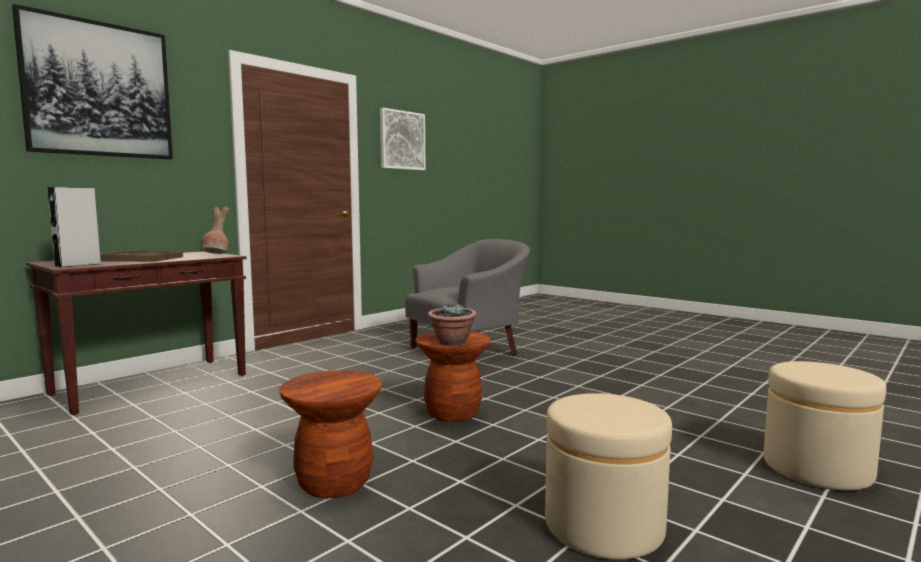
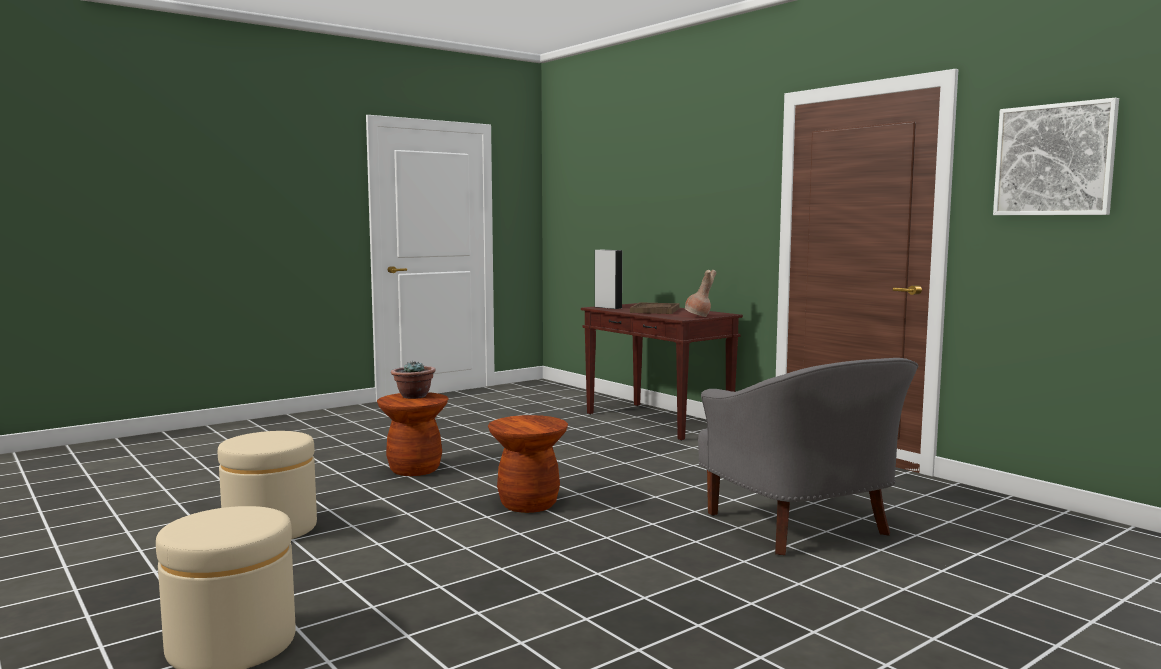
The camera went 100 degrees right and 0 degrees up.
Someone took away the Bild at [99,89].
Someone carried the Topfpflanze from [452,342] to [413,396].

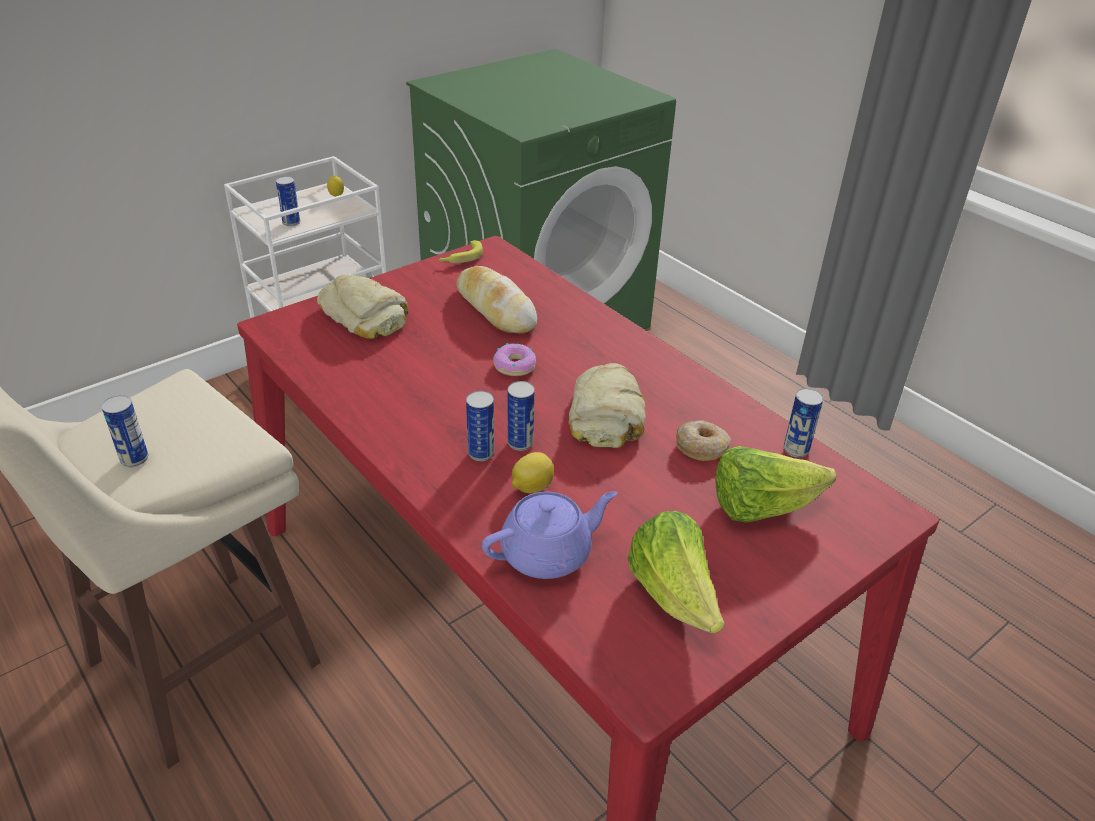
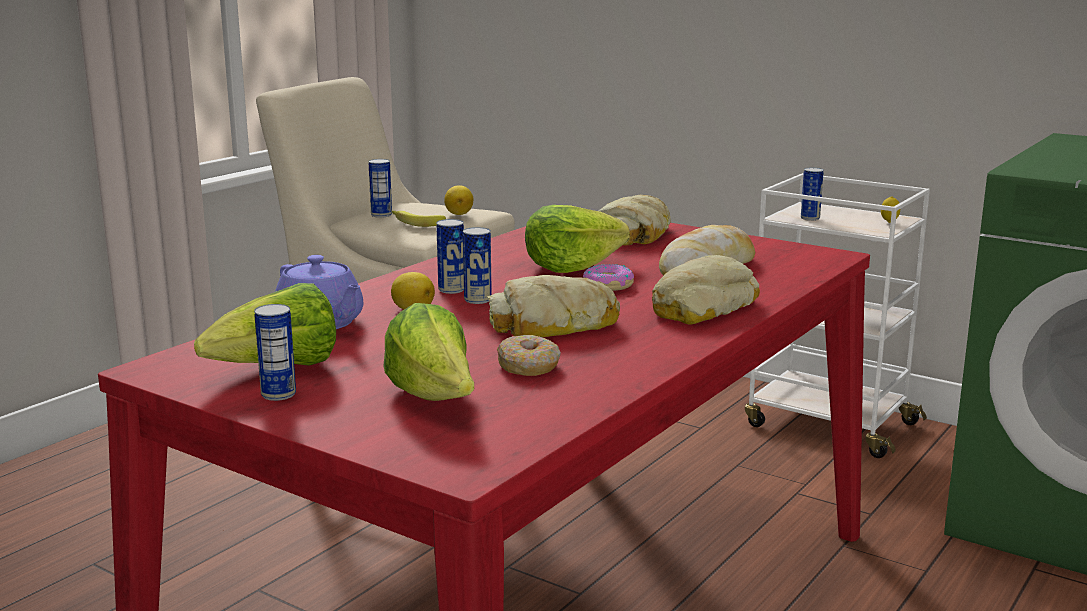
The camera went 75 degrees right and 20 degrees down.
Someone carried the Banane from [460,258] to [415,222].
Someone carried the Dose from [796,449] to [278,394].
Someone put down the Zitrone at [459,214].
Someone put down the Salatkopf at [571,266].
Someone put down the Brot at [701,306].

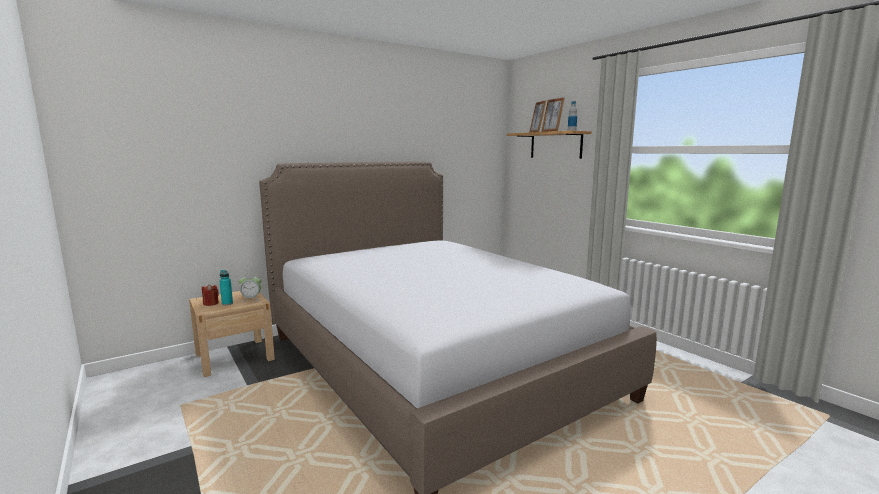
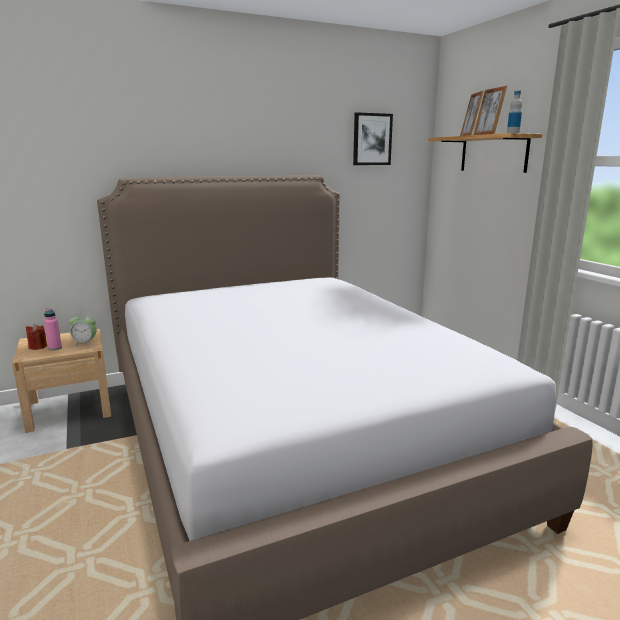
The camera went 10 degrees right and 5 degrees up.
Someone repainted the Flasche (türkis) at [227,303], which became the Flasche (rosa) at [55,348].
Someone put up the Bild at [372,139].

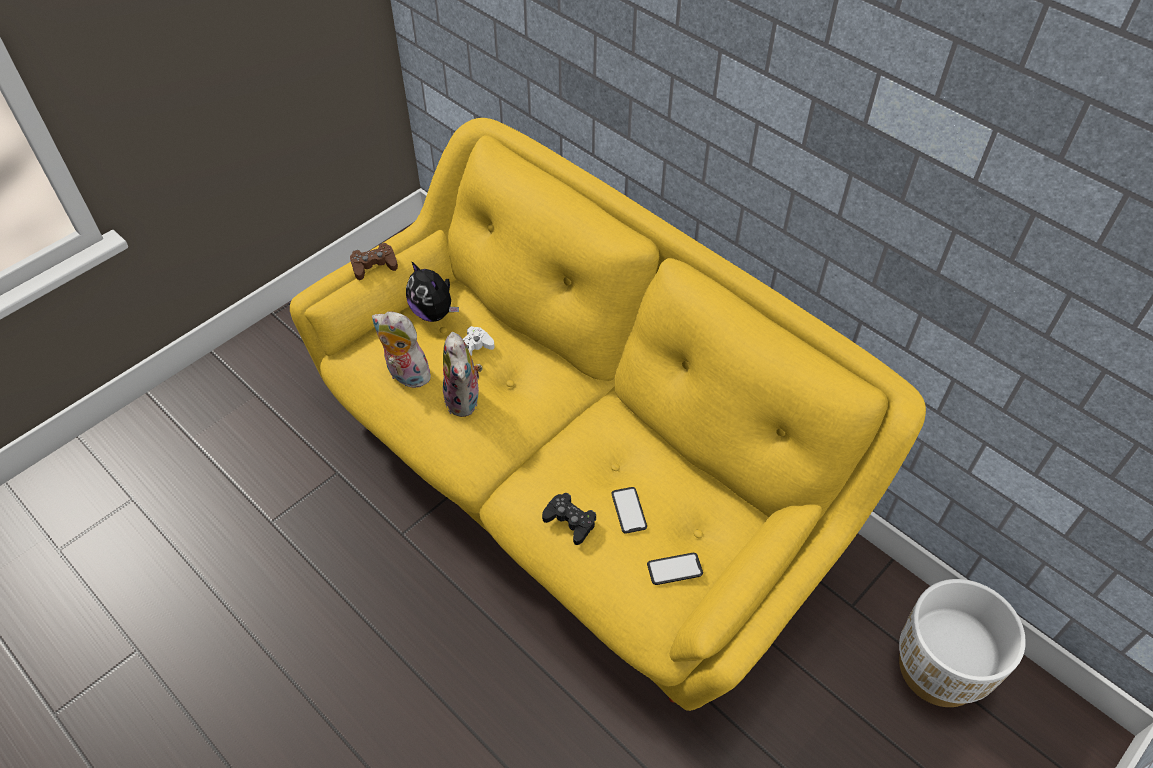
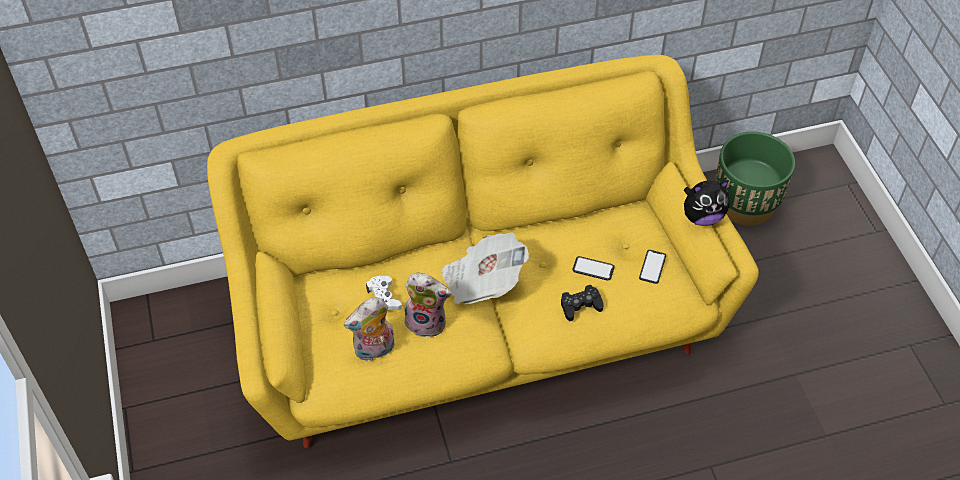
The camera went 60 degrees left and 0 degrees up.
Someone took away the Gamepad (braun) at [374,265].
Someone carried the Plüschtier from [434,312] to [702,217].
Someone repainted the Pflanzkübel (weiß) at [939,668], which became the Pflanzkübel (grün) at [745,204].
Someone put down the Zeitung at [483,282].

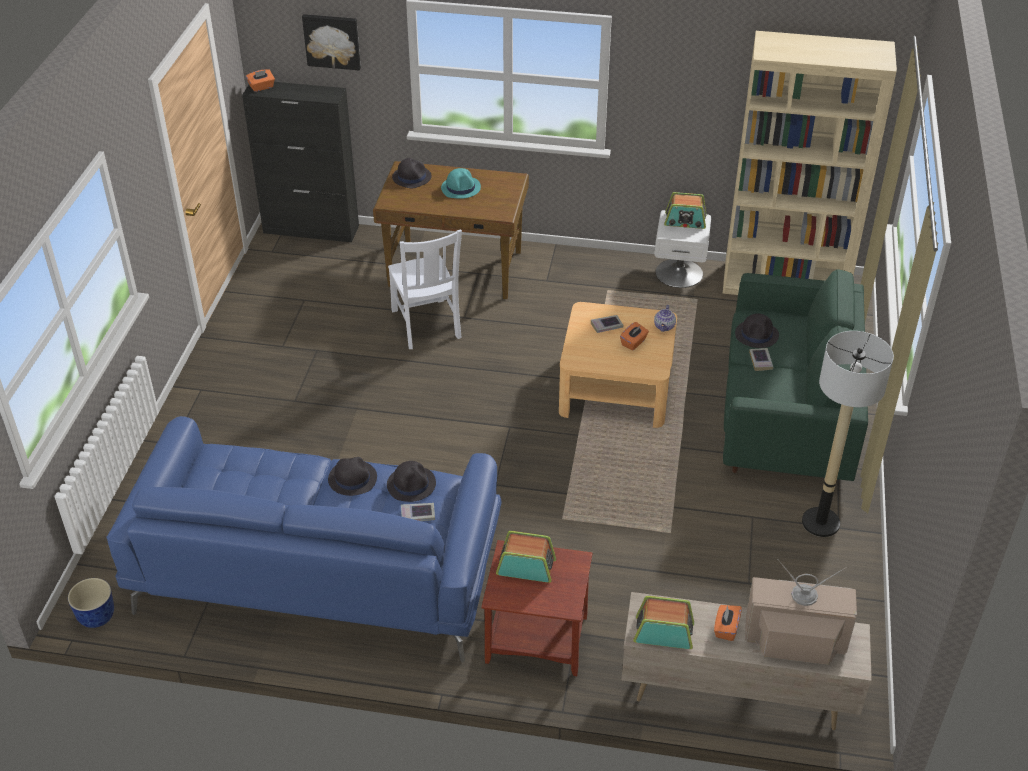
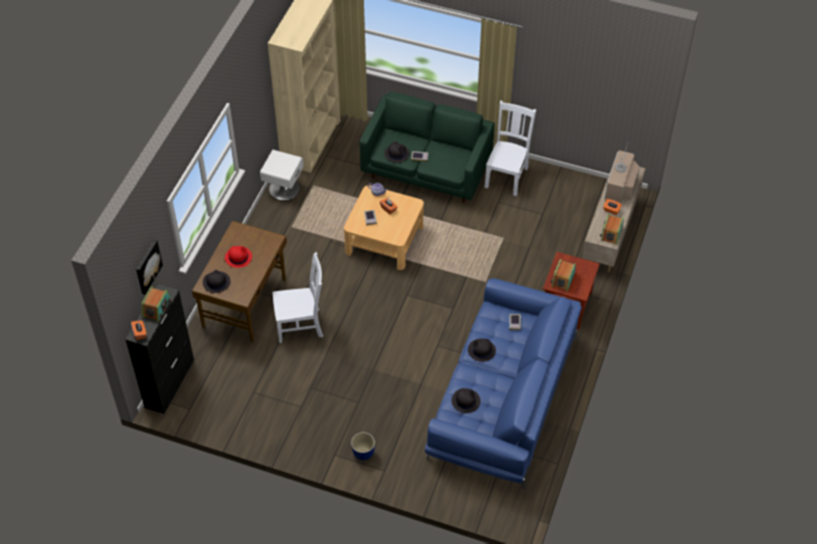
The camera went 80 degrees left and 10 degrees up.
Someone carried the Pflanzkübel from [96,617] to [363,453].
Someone carried the Hut (schwarz) from [411,484] to [465,401].
Someone repainted the Hut (türkis) at [461,188], which became the Hut (rot) at [238,257].
Someone carried the Radio from [685,221] to [157,308].
Someone swapped the Stehlampe at [821,523] for the Stuhl (weiß) at [507,176].

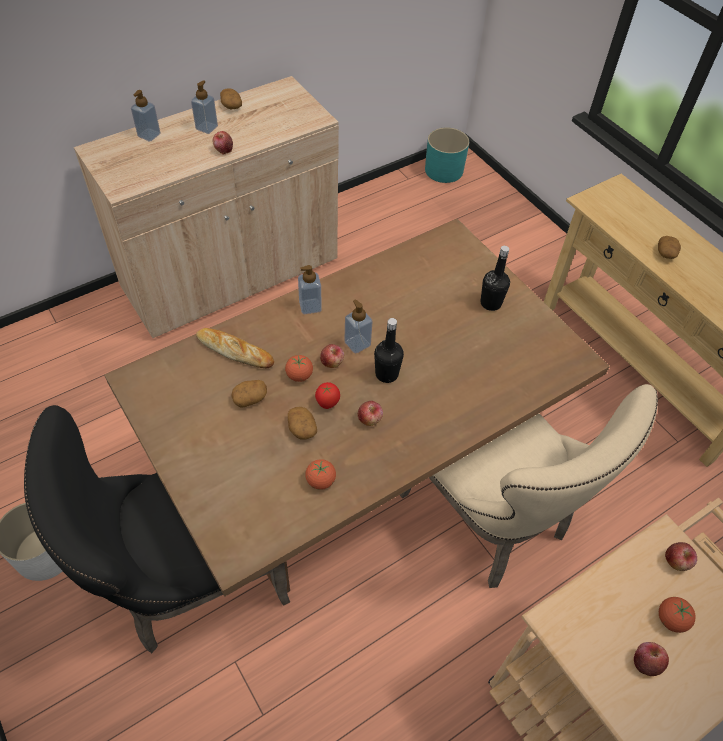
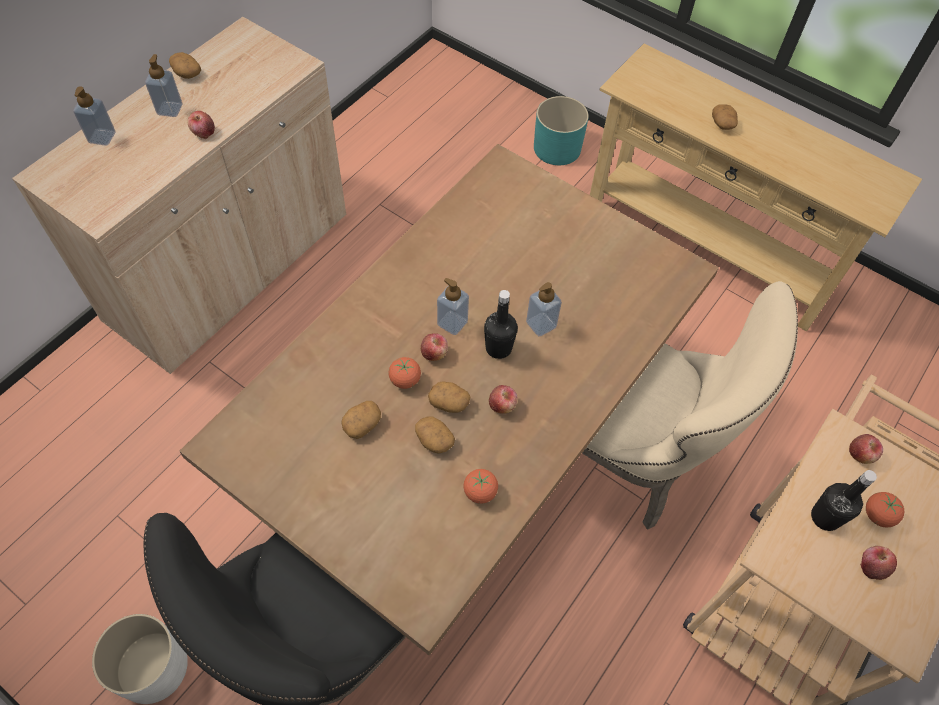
The camera went 20 degrees left and 5 degrees up.
Someone took away the Brot at [235,351].
Someone carried the Seifenspender from [310,306] to [541,324].
Someone swapped the Tomate at [327,403] for the Kartoffel at [449,402].
Someone carried the Pflanzkübel (türkis) from [444,170] to [557,148].
Someone carried the Flasche (schwarz) from [490,303] to [825,517].

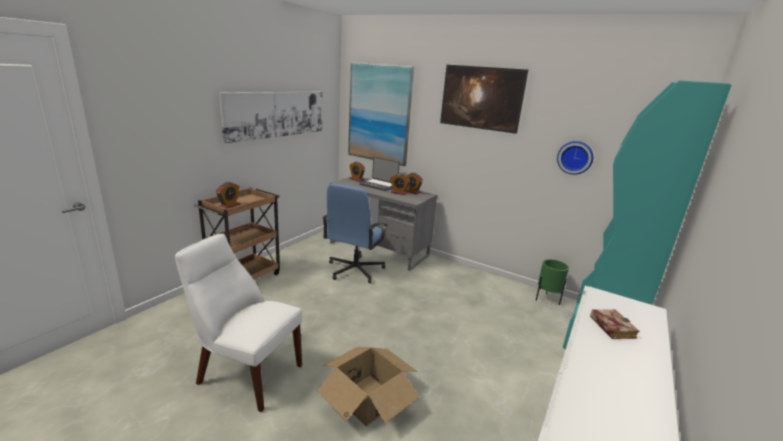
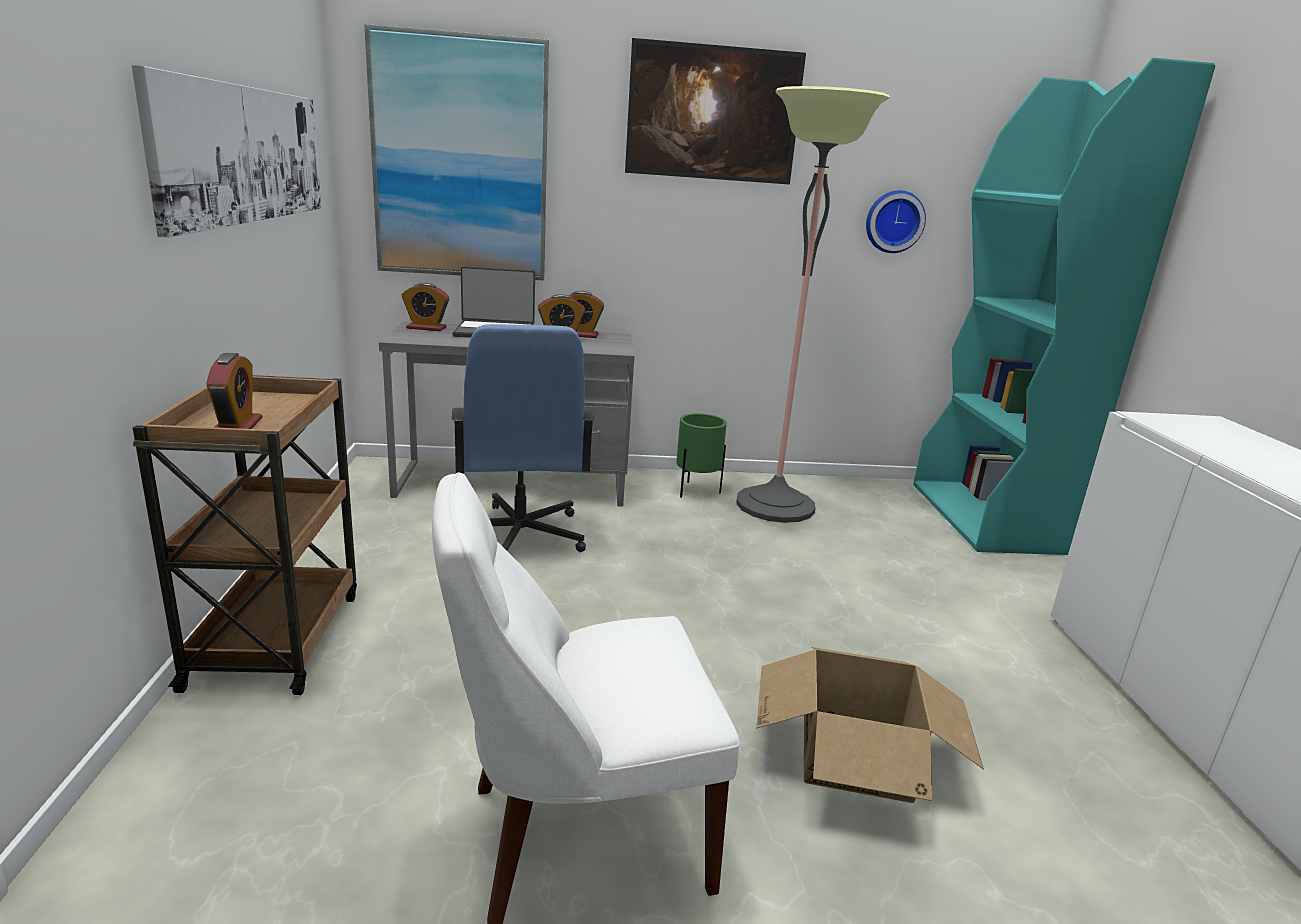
The camera went 35 degrees left and 0 degrees up.
Someone carried the Pflanzkübel (grün) from [547,299] to [696,491].
Someone took away the Buch at [610,326].
Someone put down the Stehlampe at [775,505].

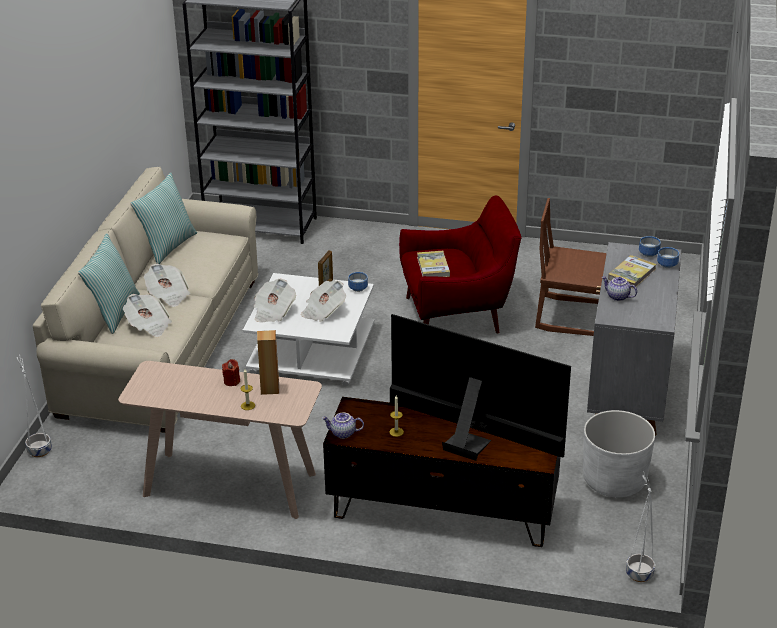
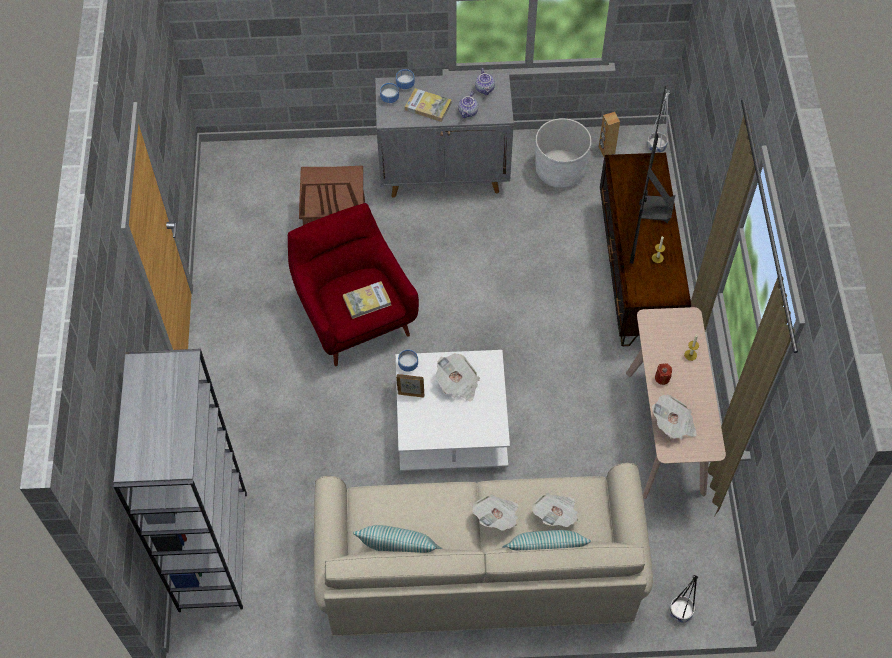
The camera went 105 degrees left and 25 degrees up.
Someone repainted the Pflanzkübel (weiß) at [39,450], which became the Pflanzkübel (schwarz) at [680,612].
Someone carried the Zeitung from [273,312] to [673,424].
Someone carried the Lautsprecher (braun) from [270,389] to [606,150].
Someone carried the Teekanne from [343,433] to [485,89].

